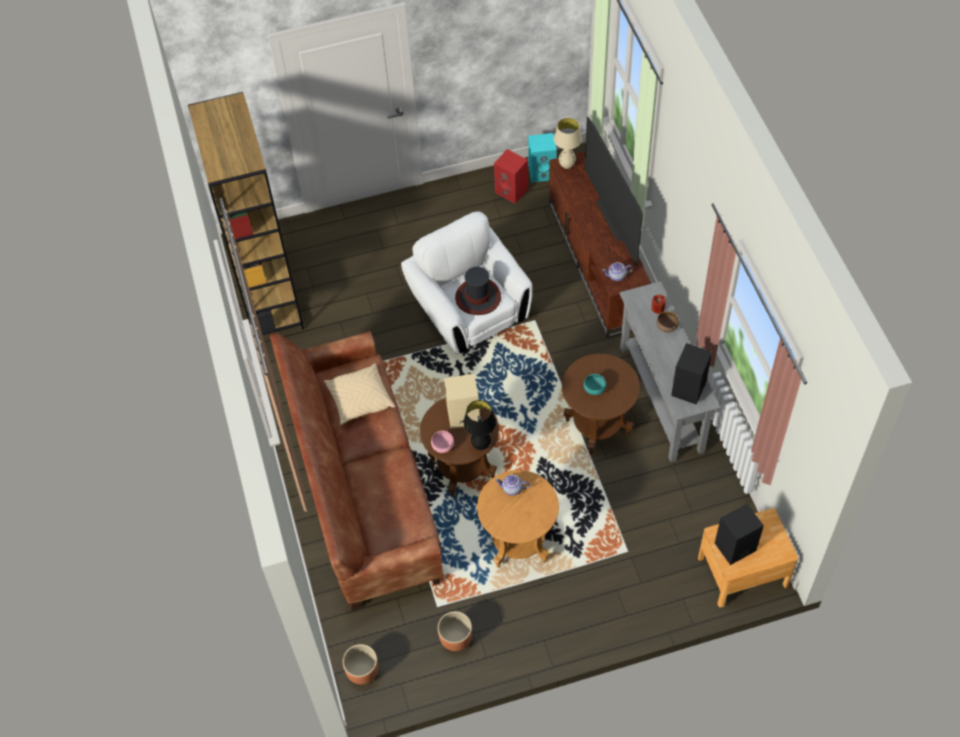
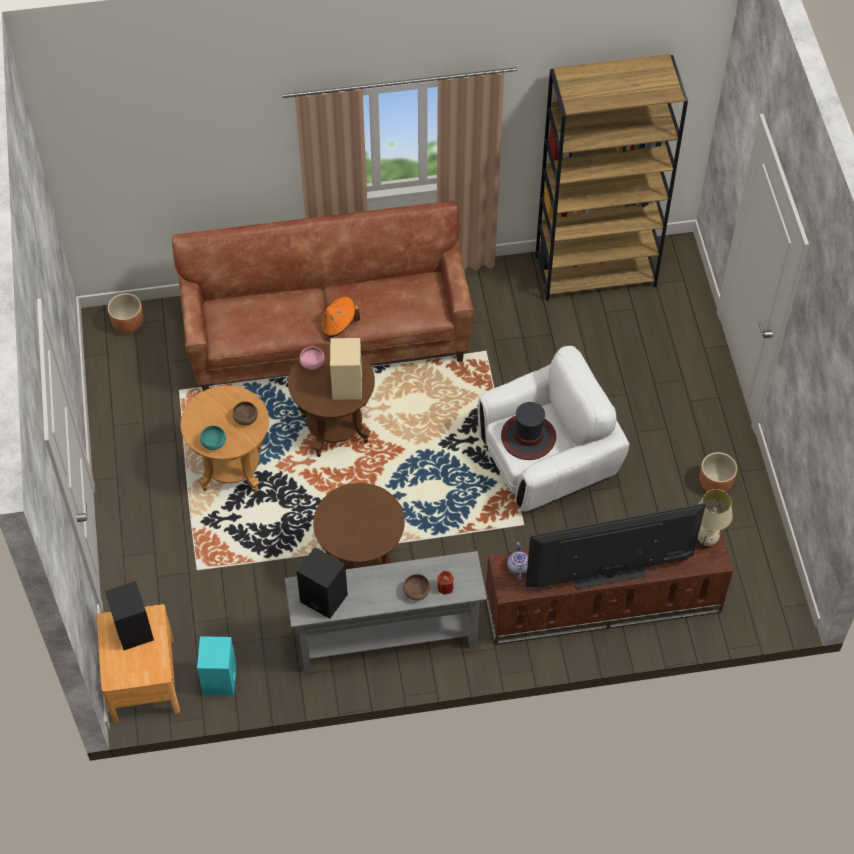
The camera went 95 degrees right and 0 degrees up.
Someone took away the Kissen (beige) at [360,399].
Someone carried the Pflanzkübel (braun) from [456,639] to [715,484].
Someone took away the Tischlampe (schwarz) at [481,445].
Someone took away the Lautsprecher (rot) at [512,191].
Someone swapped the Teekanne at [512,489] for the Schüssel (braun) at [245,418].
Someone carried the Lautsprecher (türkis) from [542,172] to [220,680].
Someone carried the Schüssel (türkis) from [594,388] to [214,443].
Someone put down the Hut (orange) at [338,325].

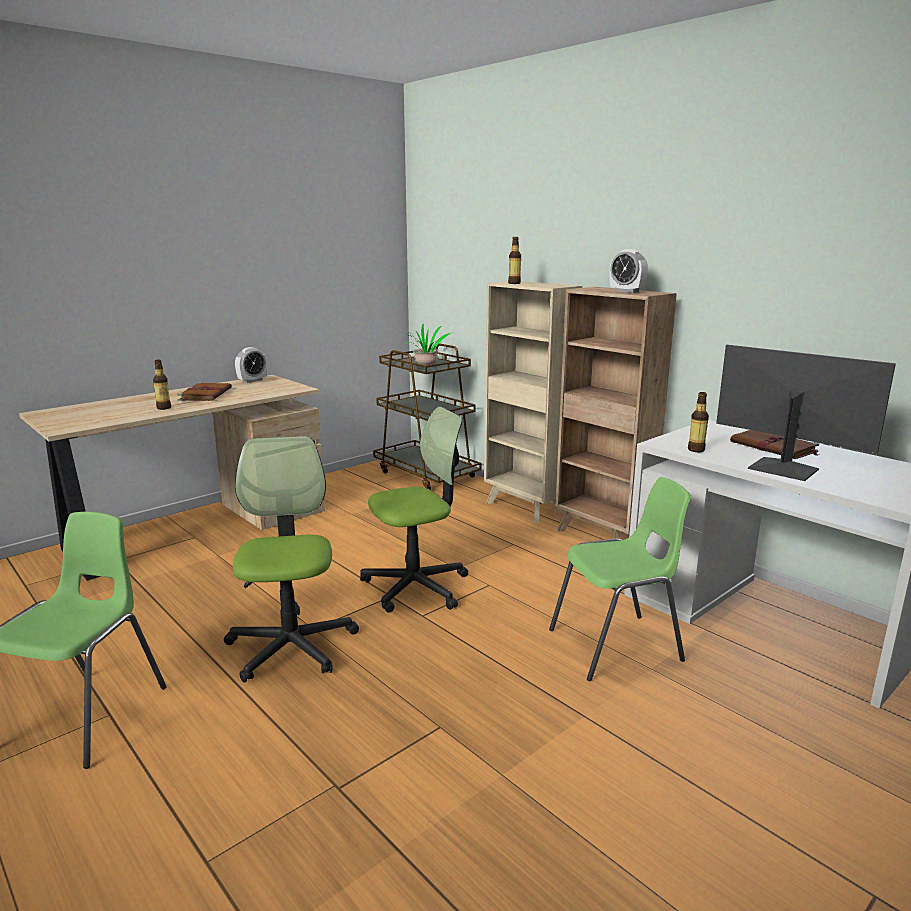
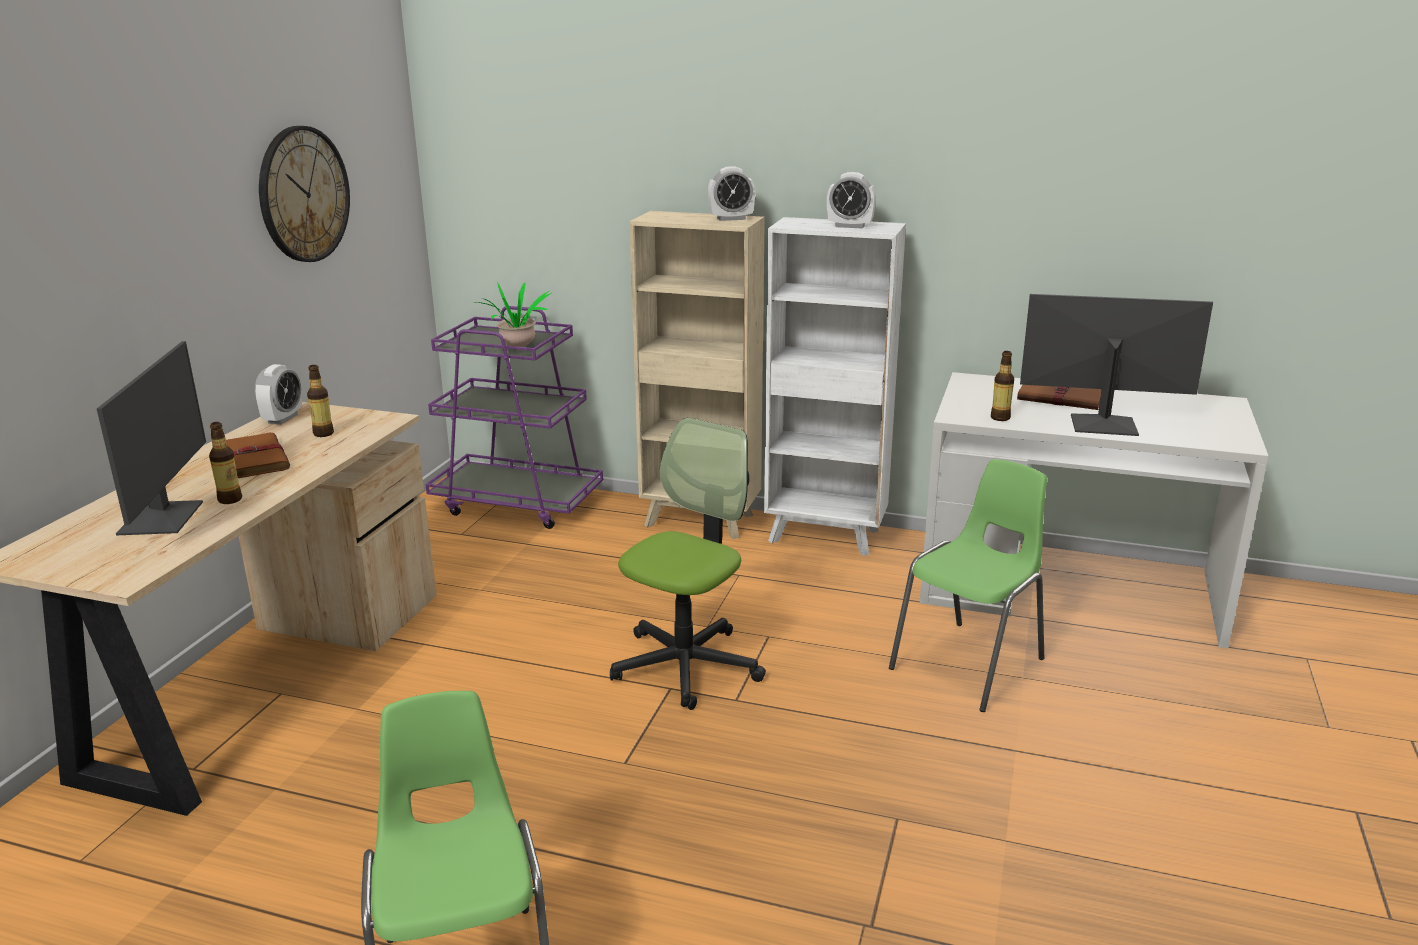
The camera went 30 degrees left and 5 degrees up.
Someone took away the Bürostuhl at [291,646].
Someone repainted the Rollwagen (braun) at [426,474], which became the Rollwagen (lila) at [518,503].
Someone carried the Flasche from [514,283] to [323,433].
Someone repainted the Bücherregal (braun) at [602,536], which became the Bücherregal (weiß) at [826,536].
Someone put down the Monitor at [164,518].
Someone put up the Wanduhr at [303,194].
Someone put down the Wecker at [731,219].

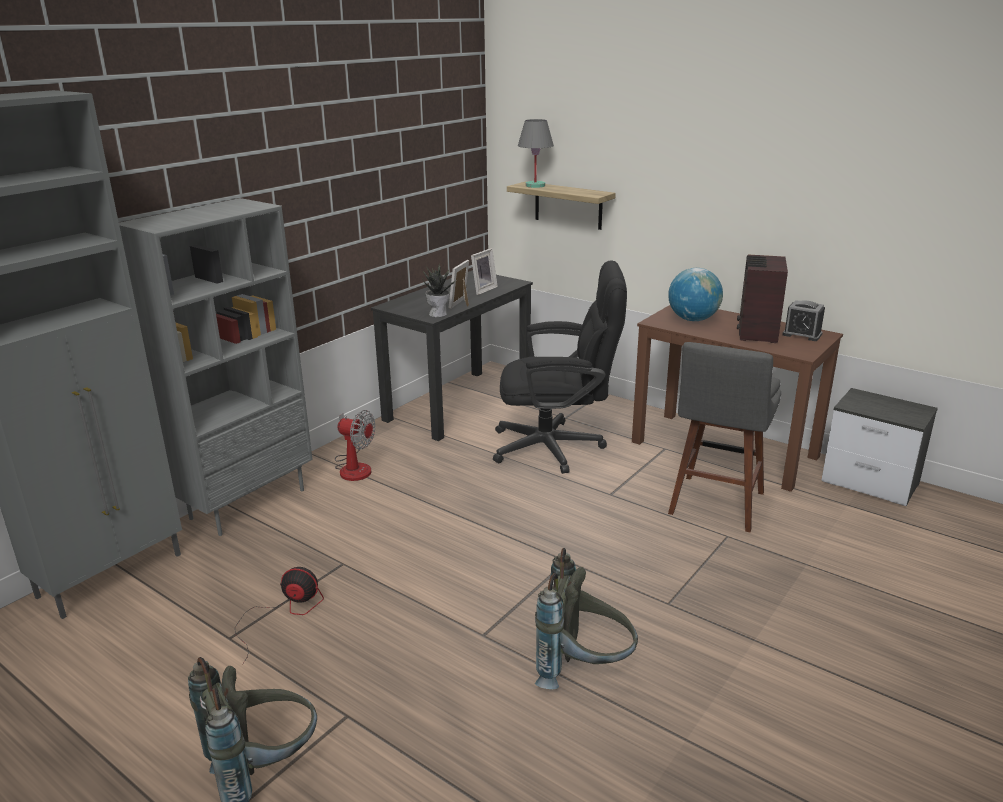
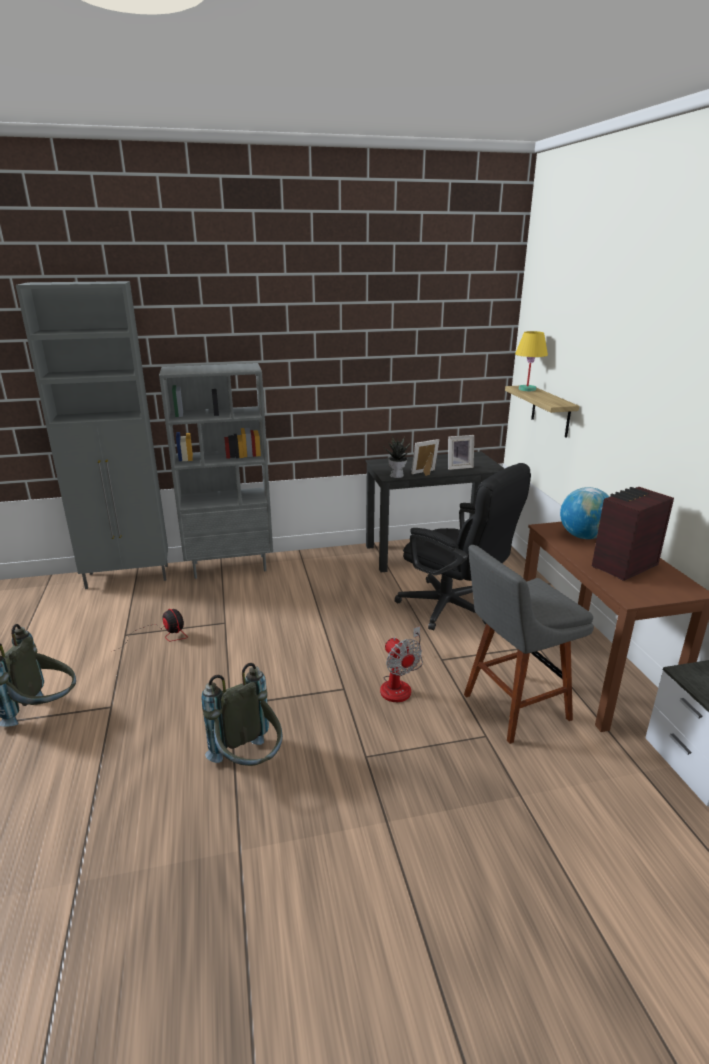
The camera went 40 degrees right and 0 degrees up.
Someone carried the Ventilator from [354,467] to [399,684].
Someone repainted the Tischlampe (grau) at [535,185], which became the Tischlampe (gelb) at [527,389].
Someone took away the Wecker at [802,334].

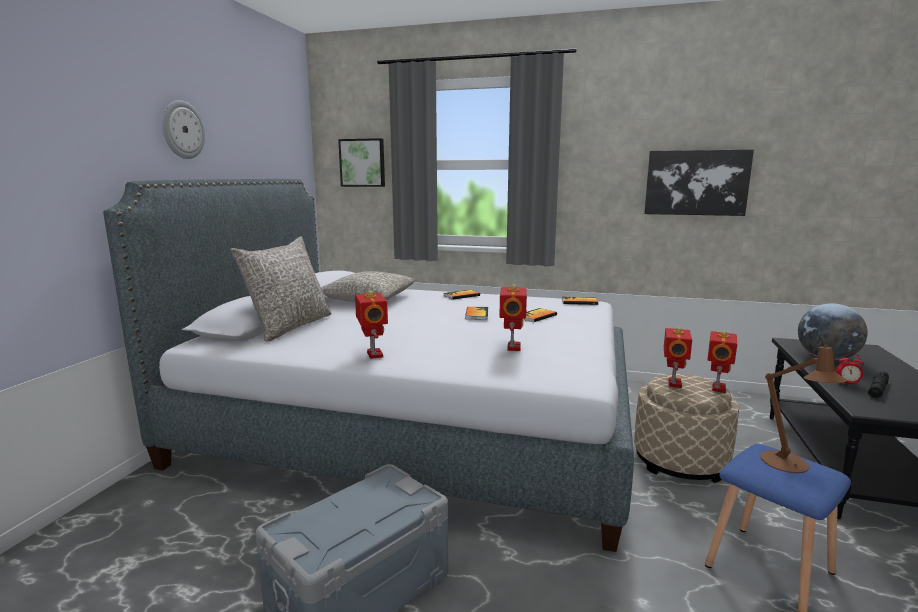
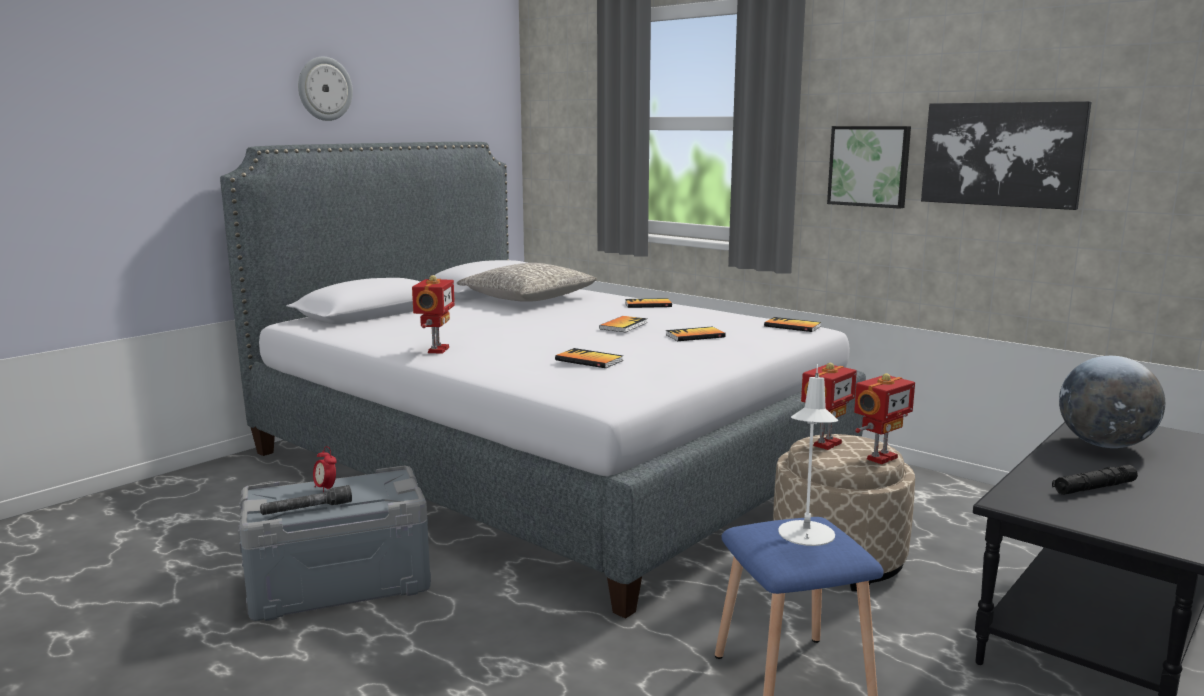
The camera went 25 degrees right and 0 degrees up.
Someone took away the Kissen (grau) at [289,326].
Someone carried the Bild from [363,163] to [869,166].
Someone swapped the Spielzeugroboter at [512,347] for the Buch at [589,360].
Someone repainted the Tischlampe (braun) at [789,465], which became the Tischlampe (weiß) at [806,537].
Someone carried the Wecker from [847,384] to [326,489].
Someone put down the Taschenlampe (grau) at [307,509].

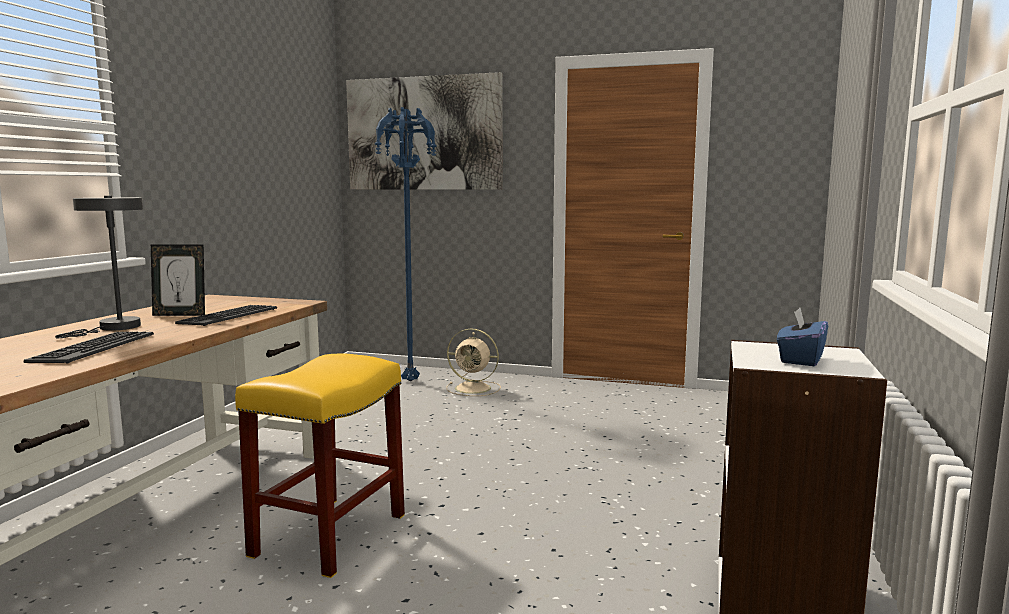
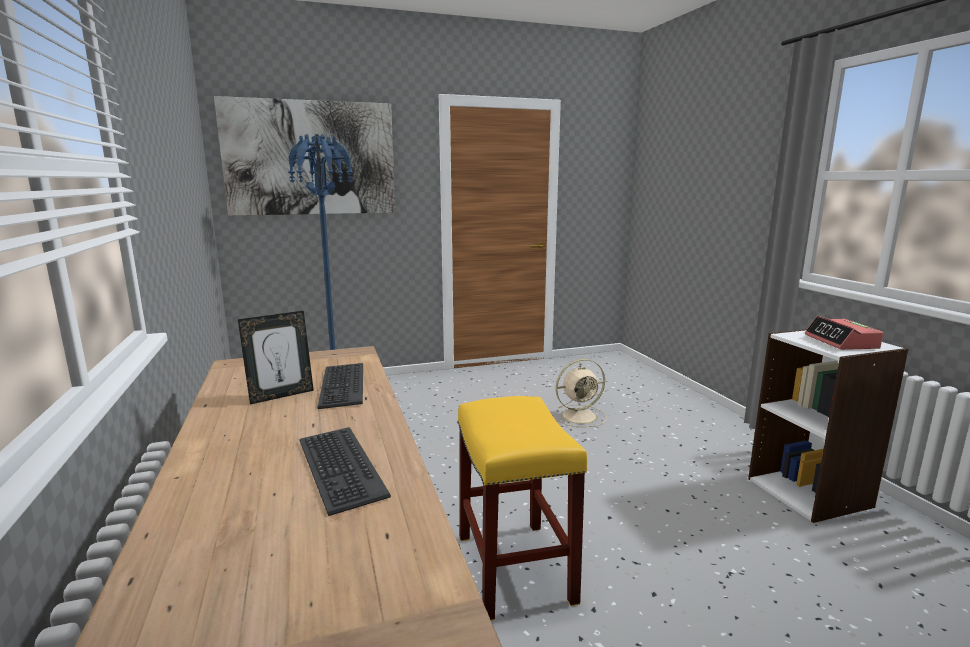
The camera went 35 degrees left and 5 degrees up.
Someone took away the Tischlampe (grau) at [114,328].
Someone carried the Ventilator (beige) from [474,388] to [580,416].
Someone swapped the Taschentuchbox (blau) at [800,359] for the Wecker at [841,342].

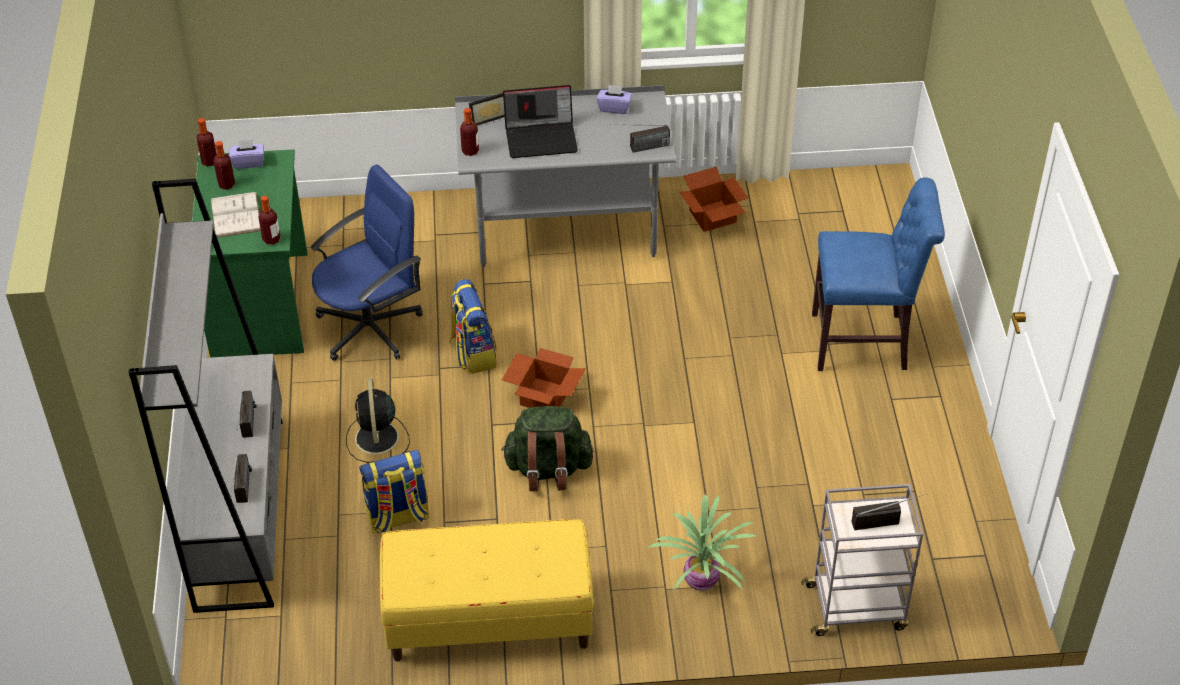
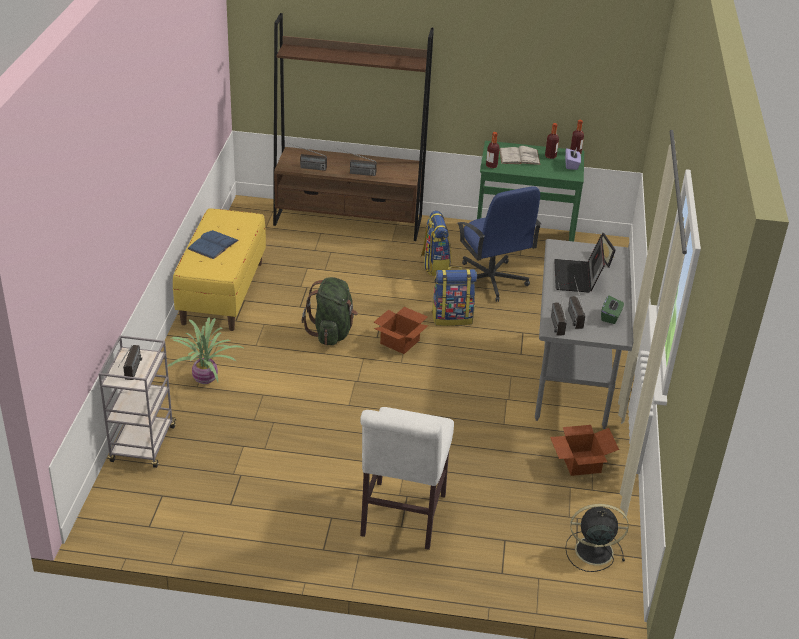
The camera went 100 degrees right and 10 degrees down.
Someone repainted the Bücherregal (grau) at [240,511], which became the Bücherregal (braun) at [348,221].
Someone carried the Ventilator (schwarz) from [377,439] to [592,551].
Someone carried the Rucksack from [397,517] to [435,266].
Someone took away the Flasche at [470,151].
Someone repainted the Taschentuchbox (lila) at [614,108], which became the Taschentuchbox (grün) at [611,317].
Someone repainted the Stuhl (blau) at [865,342], which became the Stuhl (weiß) at [401,519].
Someone put down the Buch (blau) at [213,245].
Someone put down the Radio at [572,314].

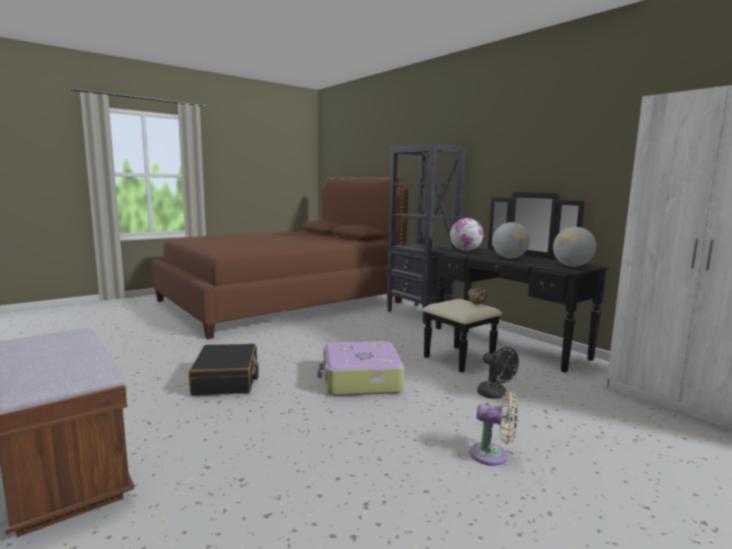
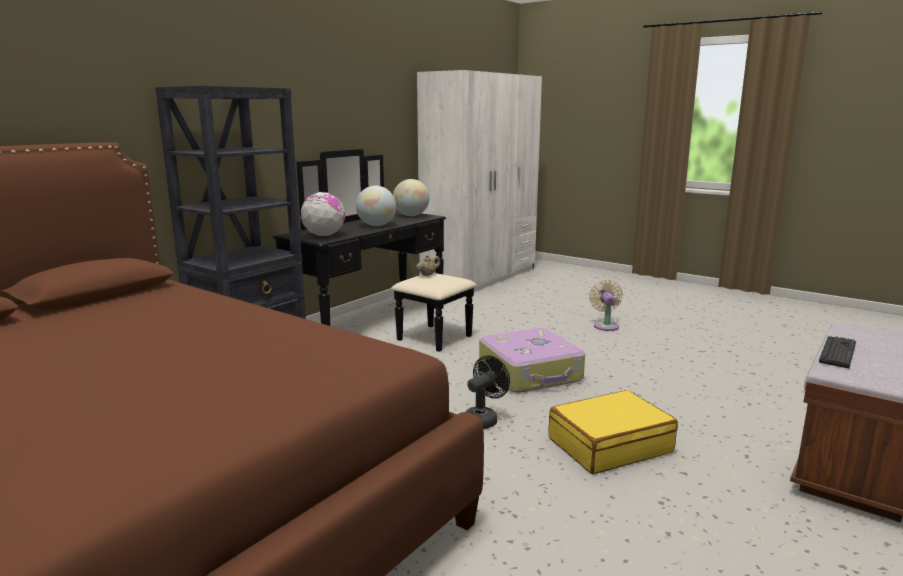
The camera went 105 degrees left and 5 degrees up.
Someone repainted the Koffer (schwarz) at [226,380], which became the Koffer (gelb) at [609,445].
Someone carried the Ventilator (schwarz) from [495,395] to [483,419].
Someone put down the Tastatur at [837,352].

